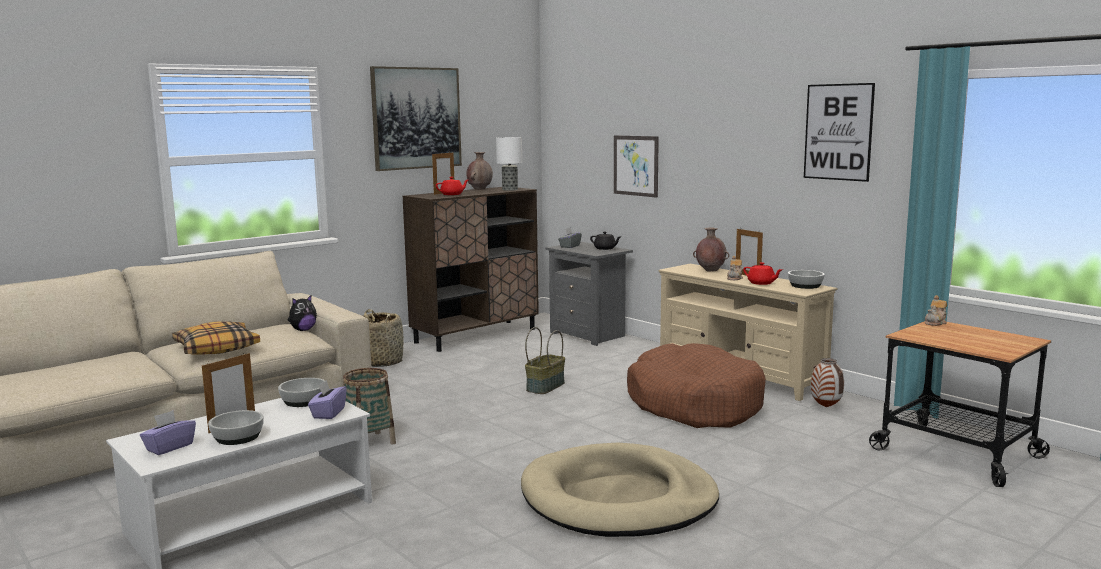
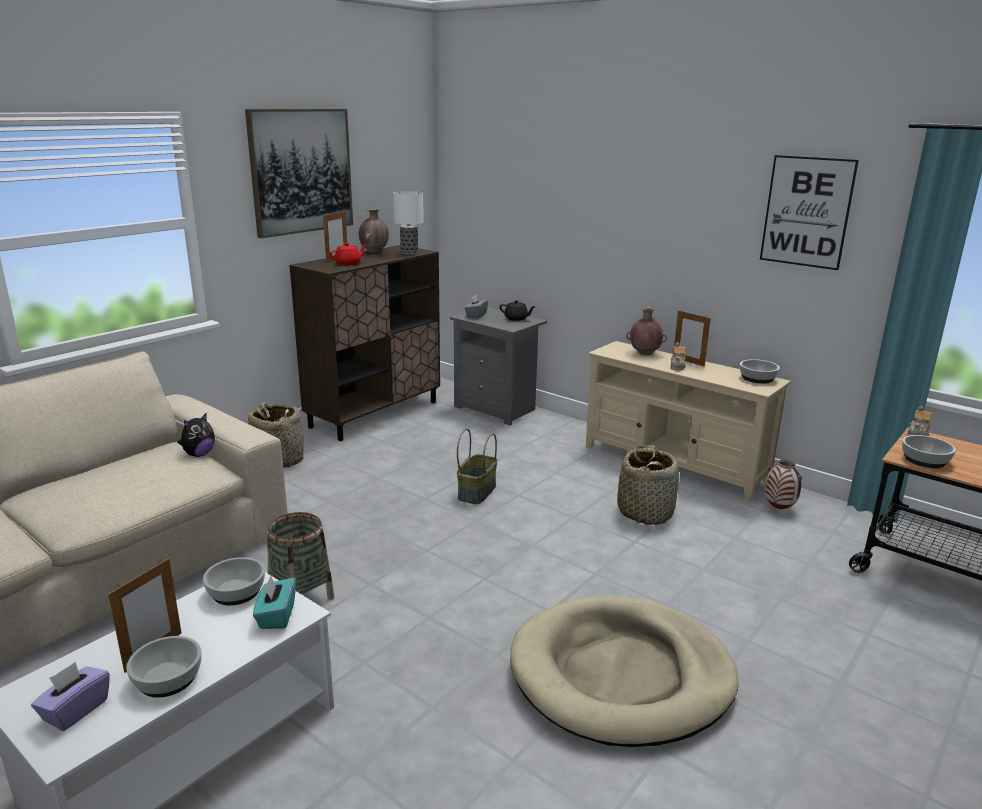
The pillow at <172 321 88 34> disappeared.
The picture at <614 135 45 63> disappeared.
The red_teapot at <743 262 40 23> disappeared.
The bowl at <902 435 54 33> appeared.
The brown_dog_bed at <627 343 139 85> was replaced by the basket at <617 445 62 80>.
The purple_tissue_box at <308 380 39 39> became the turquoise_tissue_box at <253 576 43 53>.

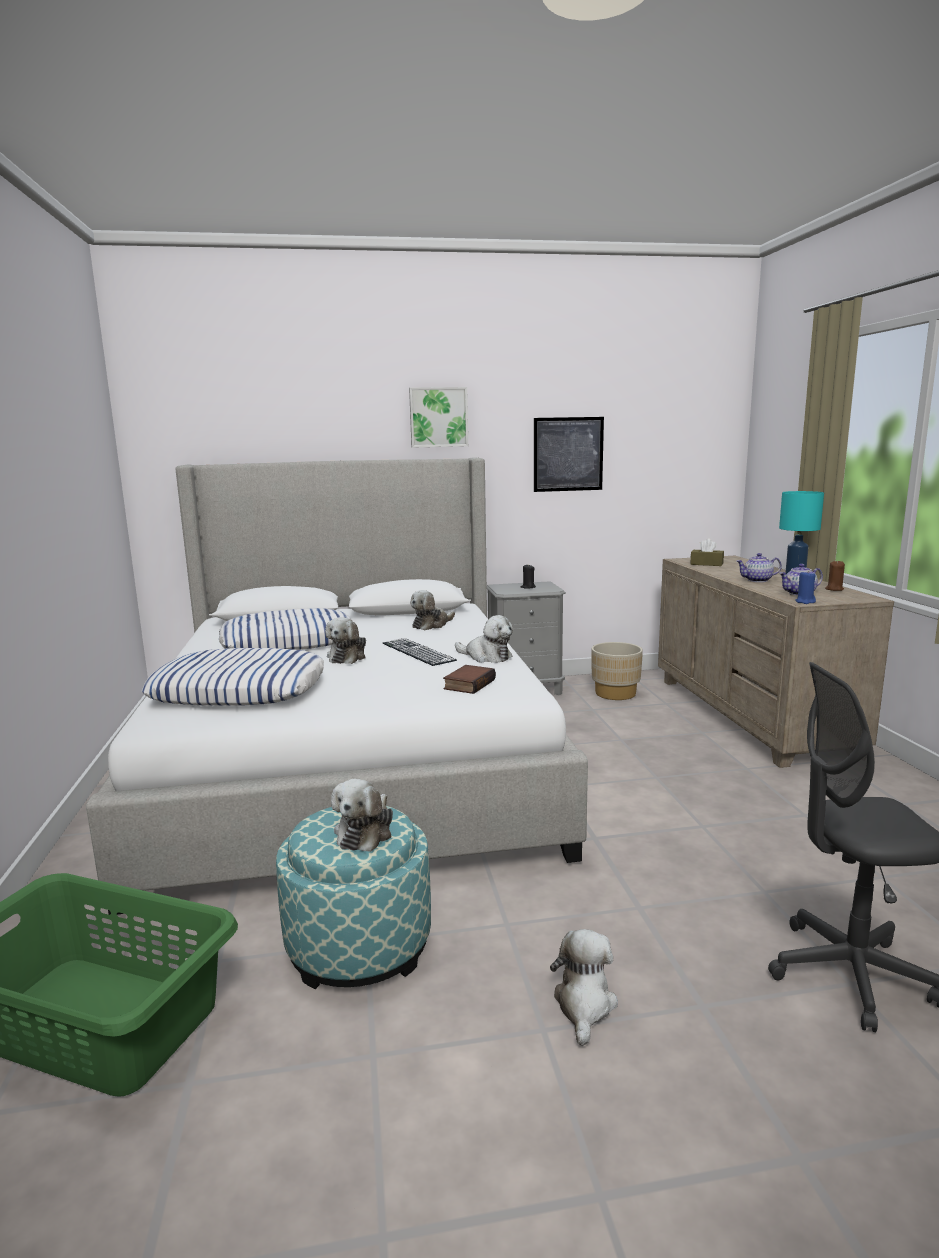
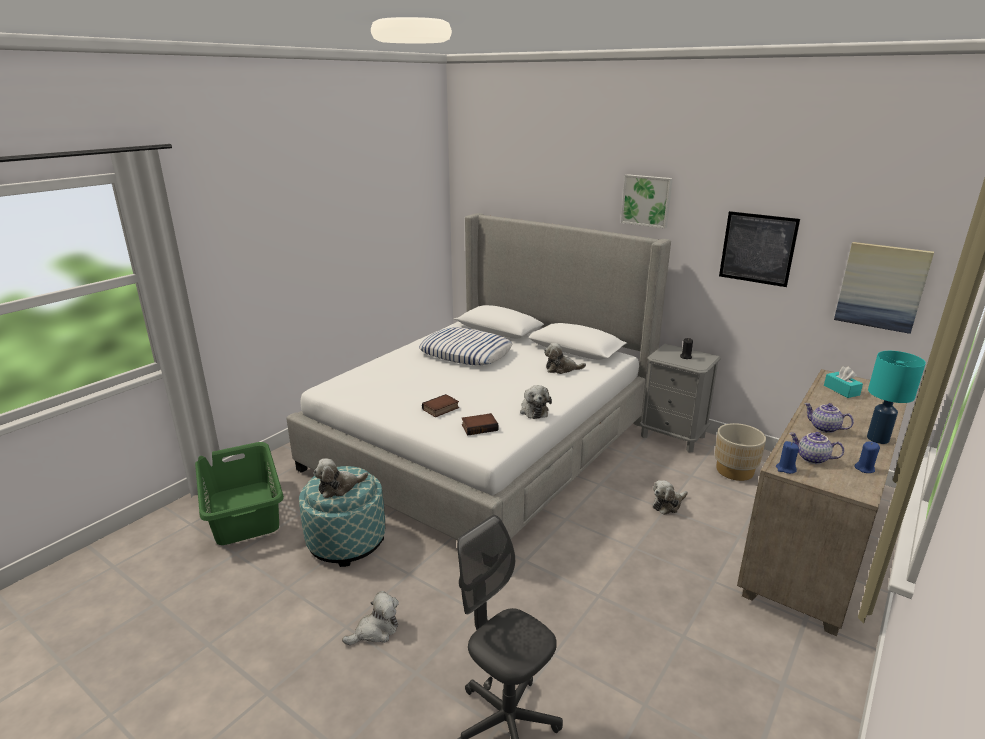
The pillow at <142 648 182 58> disappeared.
The keyboard at <383 638 74 28> disappeared.
The book at <422 394 37 23> appeared.
The picture at <834 242 100 92> appeared.
The plush_toy moved from <325 617 41 47> to <653 480 35 35>.
The brown_tissue_box at <690 538 34 28> became the turquoise_tissue_box at <824 367 39 31>.
The brown_candle at <825 560 20 31> became the blue_candle at <854 441 26 32>.

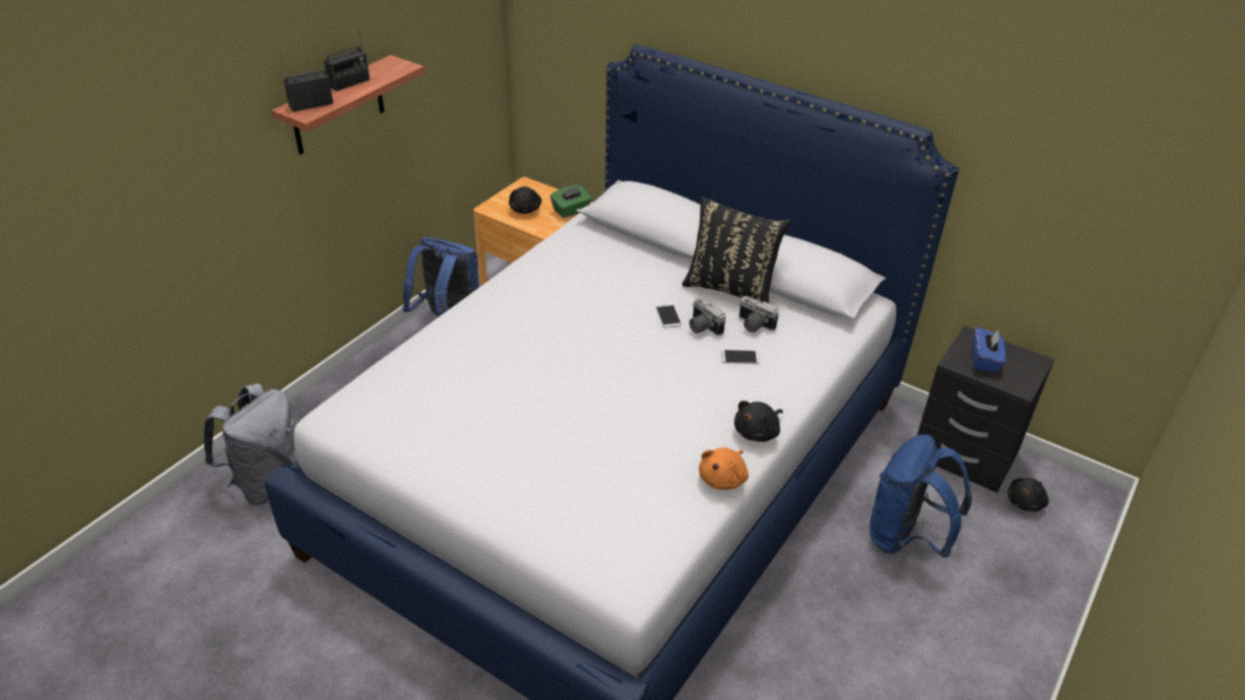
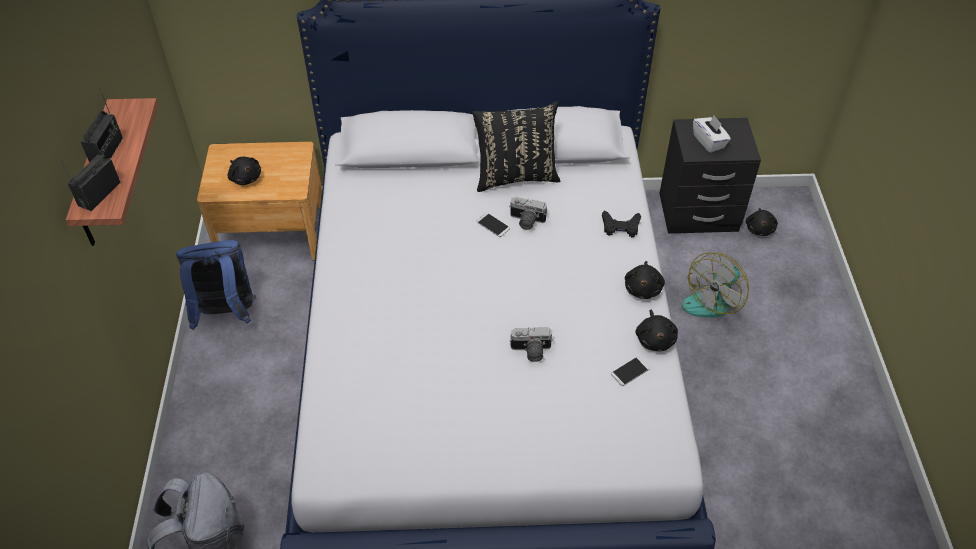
The green_tissue_box at <550 185 42 33> disappeared.
The black_game_controller at <602 210 39 27> appeared.
The phone moved from <721 350 39 14> to <611 357 39 29>.
The photo_camera moved from <738 296 41 37> to <510 327 43 35>.
The blue_backpack at <869 434 103 124> was replaced by the fan at <682 252 67 66>.
The orange_plush_toy at <699 448 50 42> became the black_plush_toy at <635 310 43 41>.
The blue_tissue_box at <972 327 34 46> became the white_tissue_box at <693 115 38 38>.

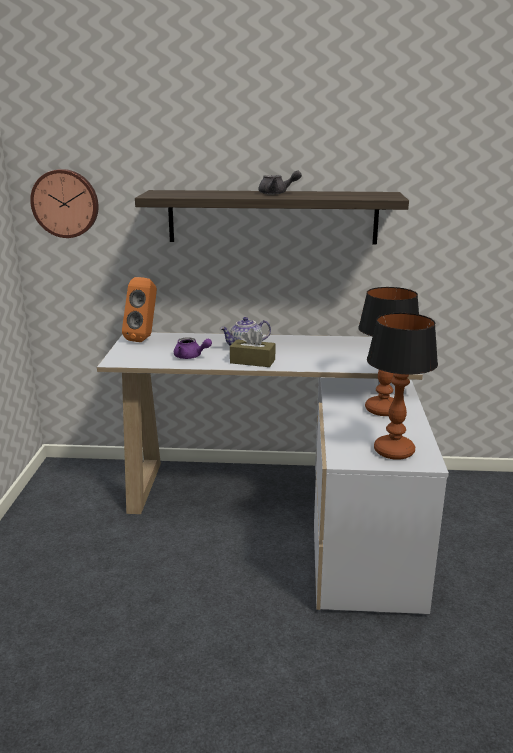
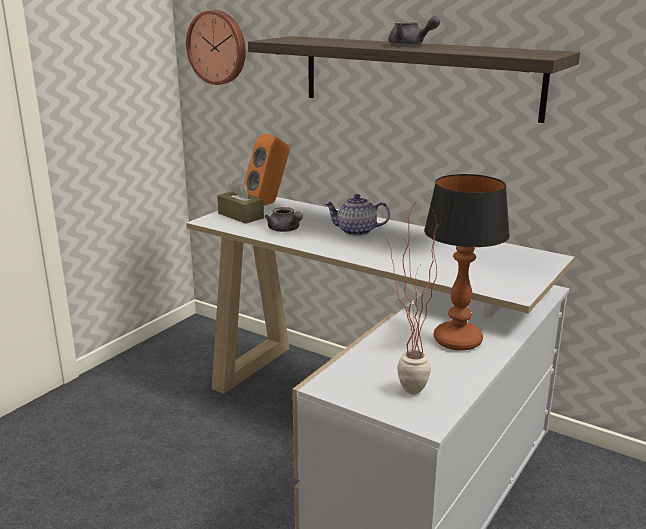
The brown_tissue_box moved from <230 328 45 39> to <217 179 47 45>.
The table_lamp at <367 313 71 147> was replaced by the potted_plant at <386 199 54 195>.
The purple_teapot at <174 337 38 22> became the grey_teapot at <265 207 38 25>.

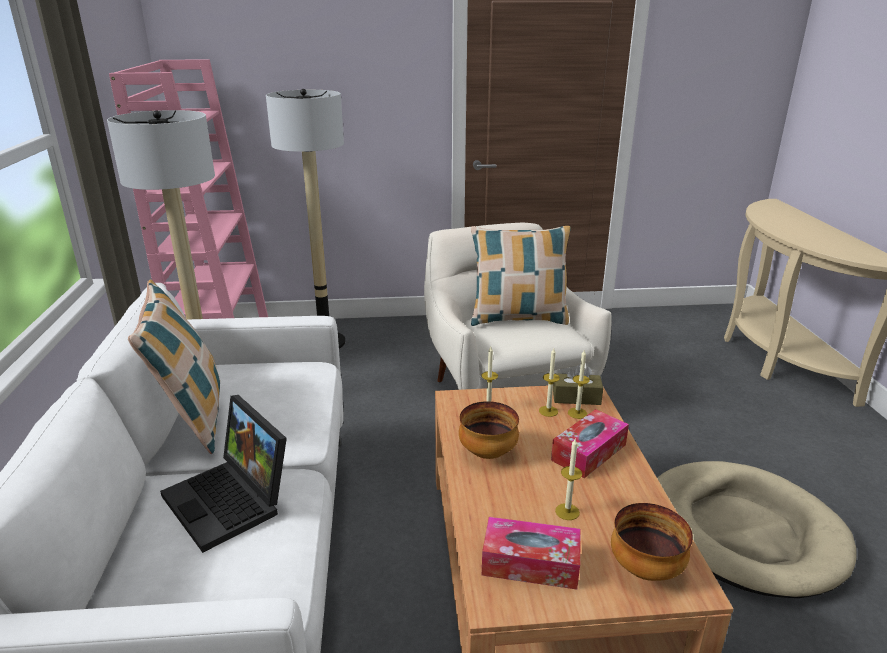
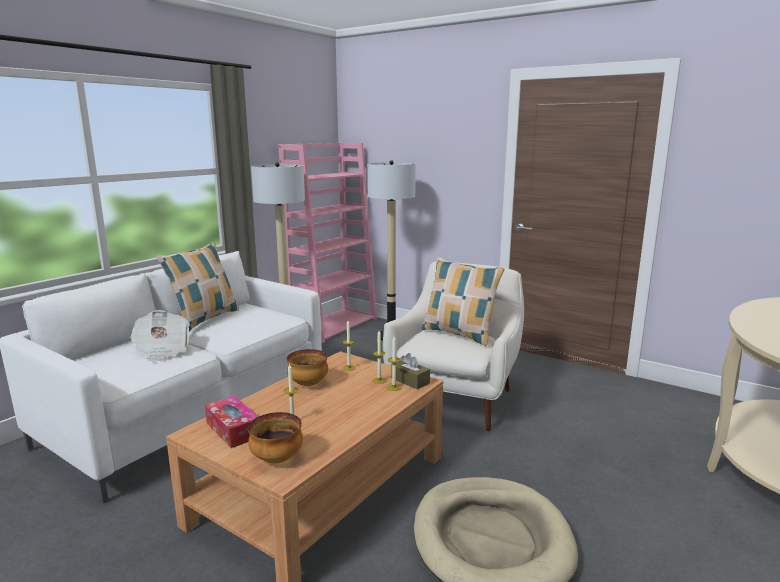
The tissue_box at <551 409 78 69> disappeared.
The laptop at <160 395 127 158> was replaced by the newspaper at <130 310 60 52>.

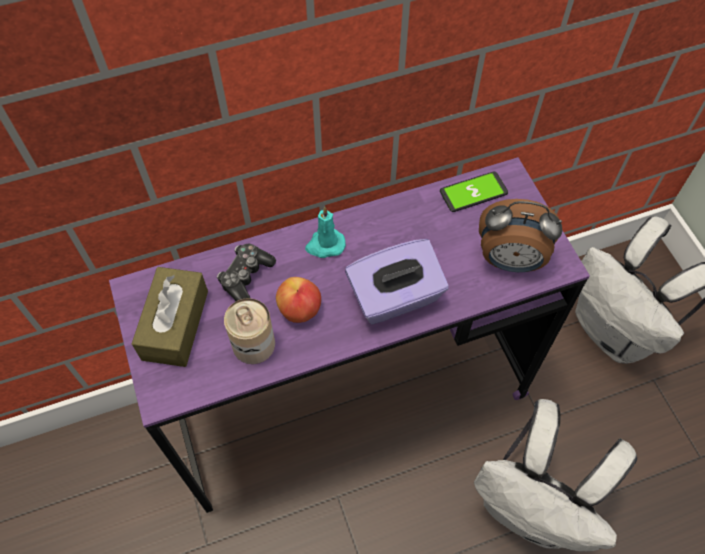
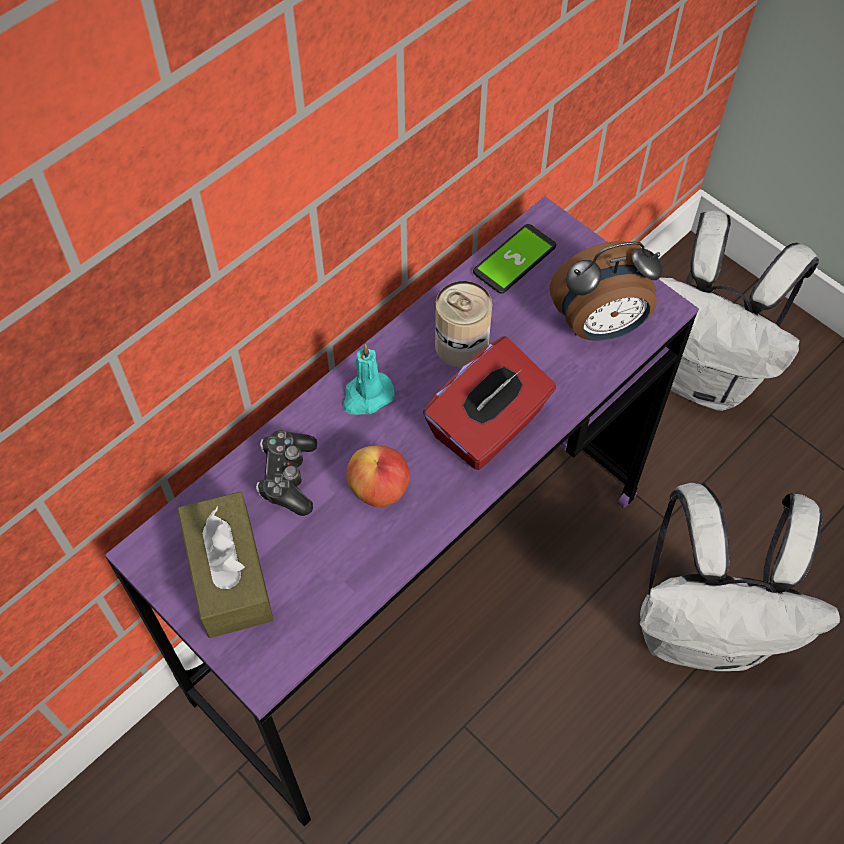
The can moved from <224 298 51 66> to <435 281 57 87>.
The purple_tissue_box at <345 239 104 86> became the red_tissue_box at <423 337 133 133>.

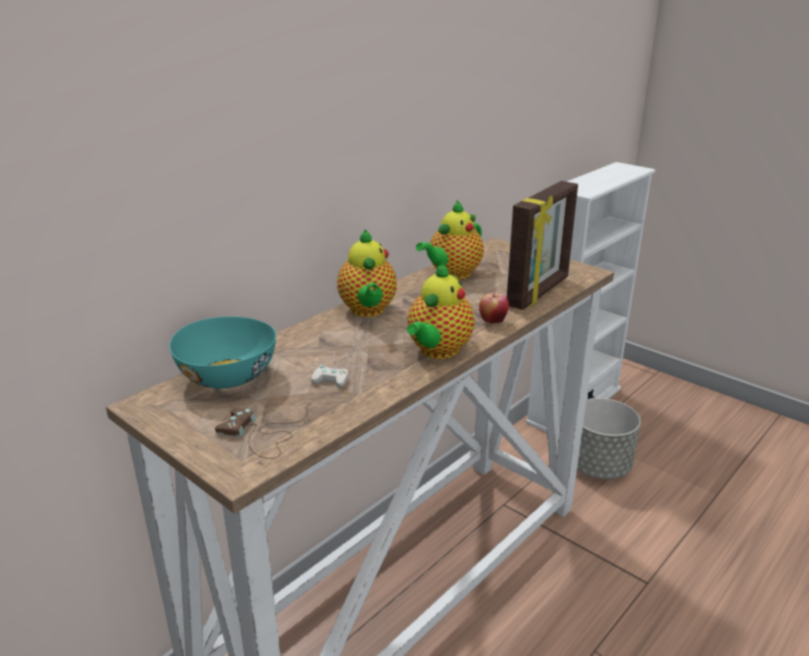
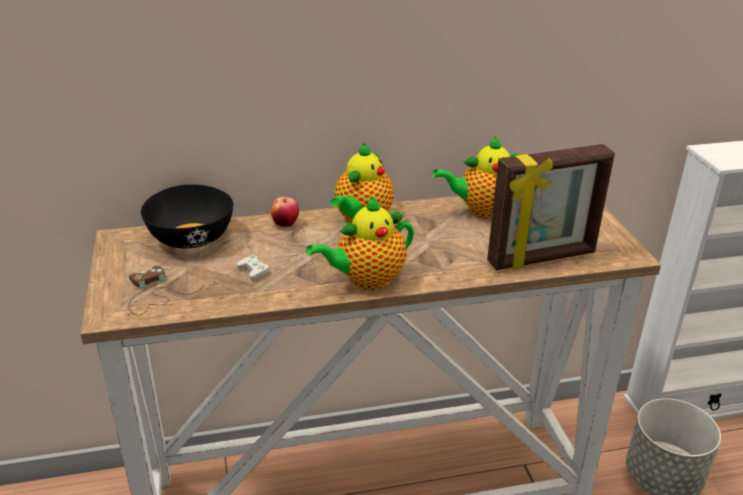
The apple moved from <479 293 30 31> to <271 197 28 30>.
The turquoise_bowl at <169 317 107 72> became the black_bowl at <141 184 92 65>.

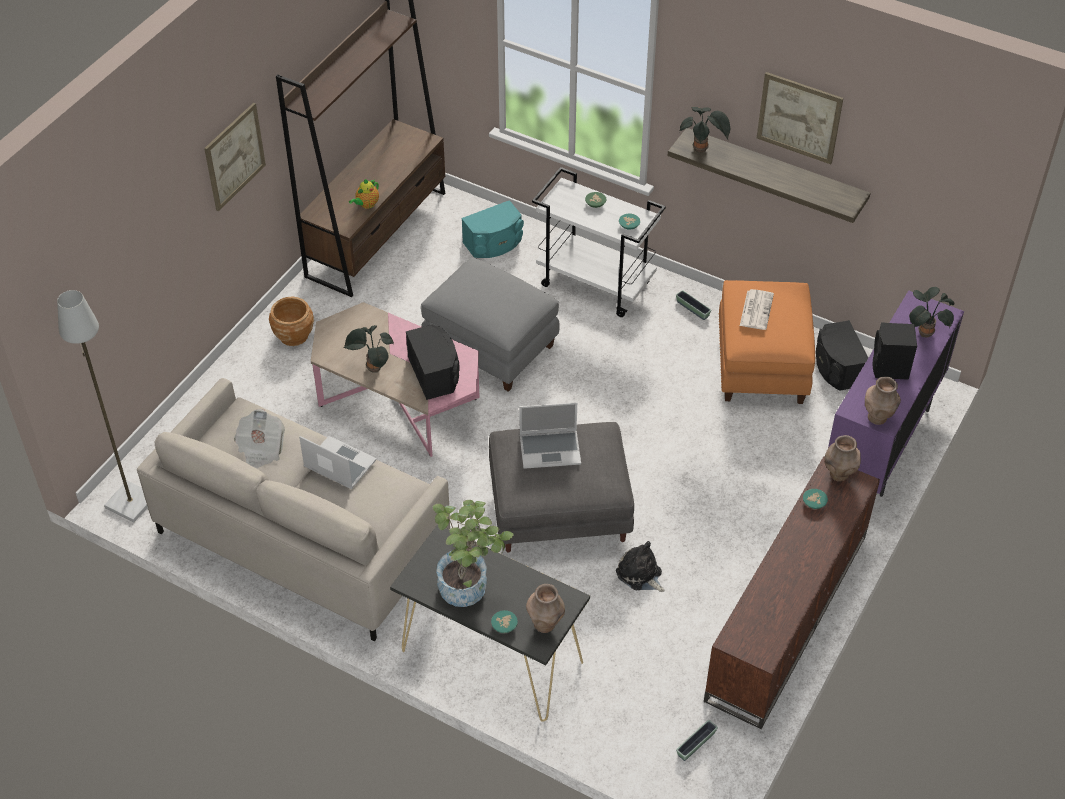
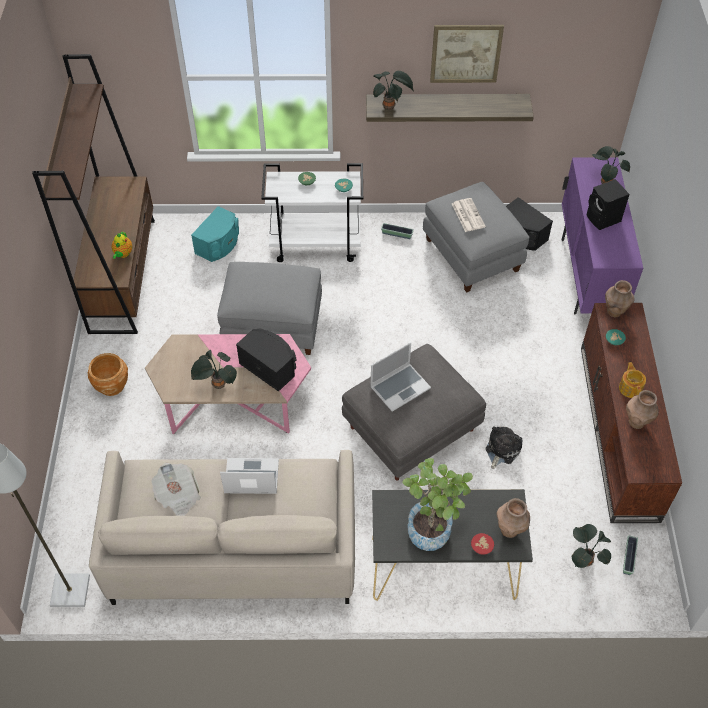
The picture at <204 103 62 108> disappeared.
The potted_plant at <572 524 39 44> appeared.
The teapot at <619 362 27 36> appeared.
The brown_vase moved from <865 377 36 48> to <626 390 33 39>.
The turquoise_bowl at <491 610 27 23> became the red_bowl at <471 533 23 22>.
The orange_ottoman at <719 280 96 124> became the grey_ottoman at <423 182 106 110>.
The plush_toy at <616 541 49 51> turned 105 degrees clockwise.

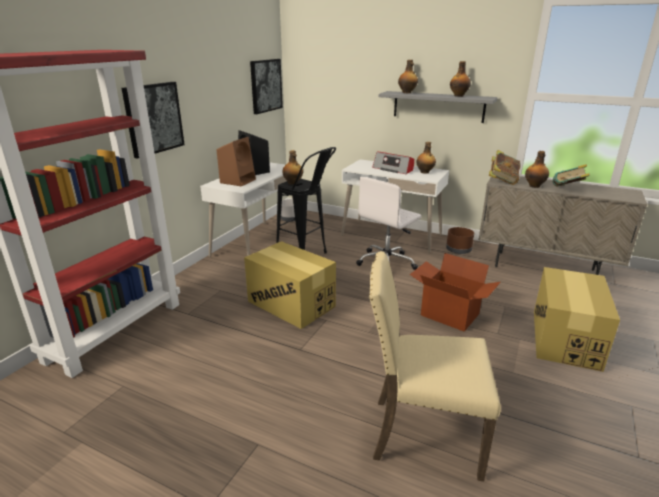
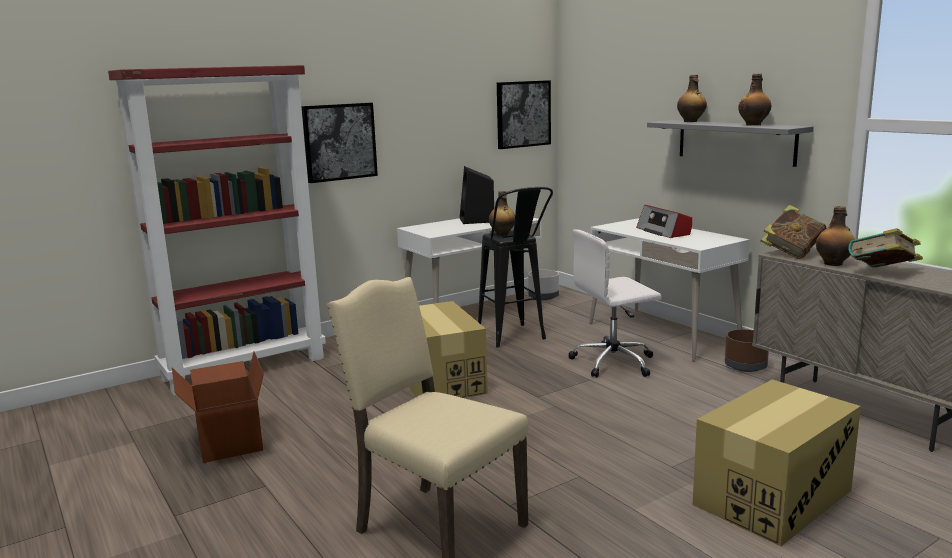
The brown_speaker at <217 137 39 49> disappeared.
The bottle at <416 142 20 32> disappeared.
The cardboard_box moved from <410 253 91 78> to <172 351 92 112>.

